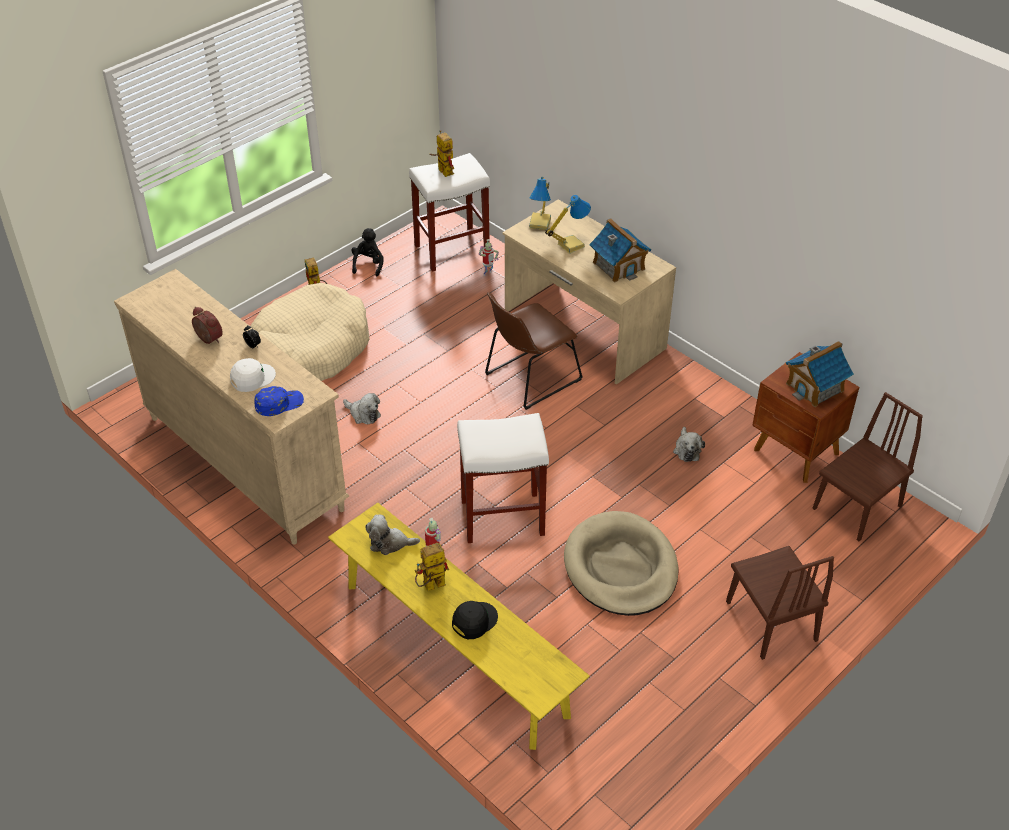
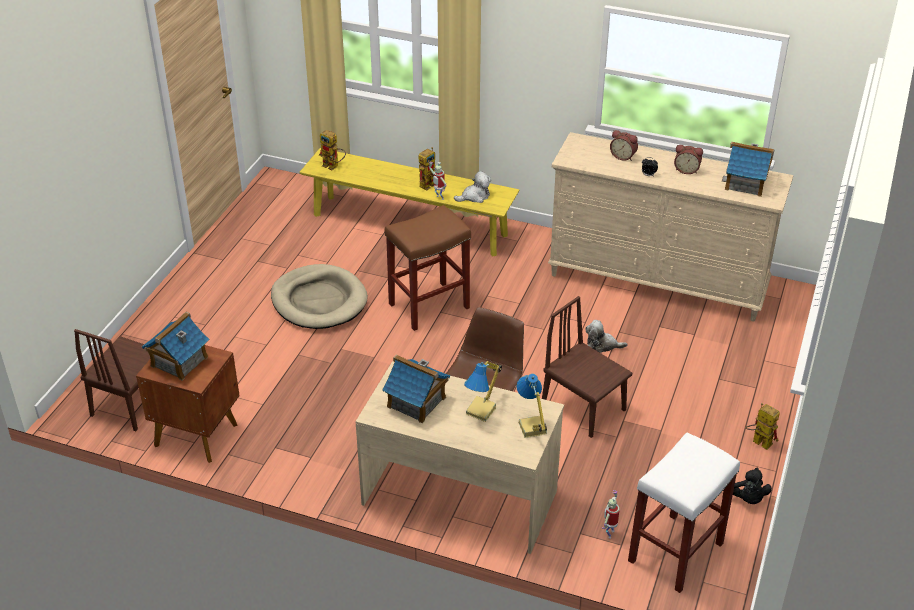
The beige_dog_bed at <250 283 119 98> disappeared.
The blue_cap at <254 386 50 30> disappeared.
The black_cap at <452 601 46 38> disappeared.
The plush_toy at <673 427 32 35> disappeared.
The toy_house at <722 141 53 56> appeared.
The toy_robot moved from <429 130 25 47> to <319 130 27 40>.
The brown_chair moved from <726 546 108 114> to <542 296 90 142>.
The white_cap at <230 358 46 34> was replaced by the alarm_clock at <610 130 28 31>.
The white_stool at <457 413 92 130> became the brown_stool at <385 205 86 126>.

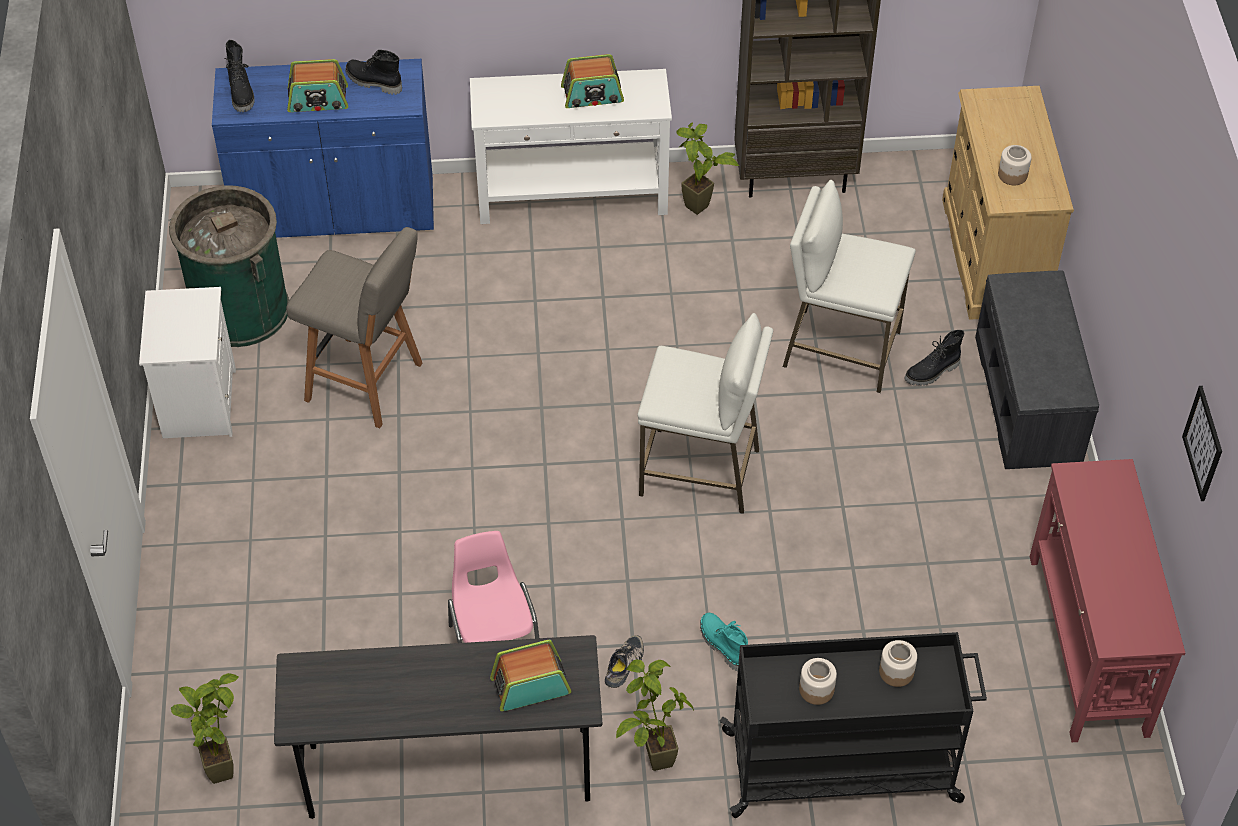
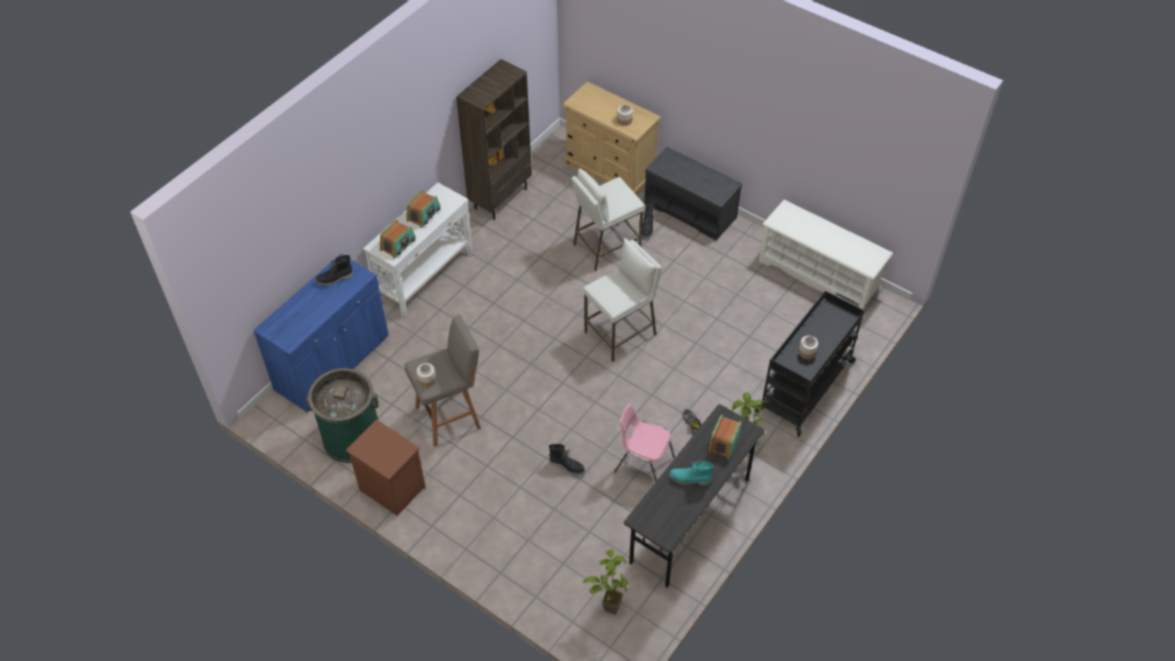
The potted_plant at <676 122 63 93> disappeared.
The picture at <1182 386 40 115> disappeared.
The black_boot moved from <225 40 30 72> to <549 444 36 31>.
The radio moved from <287 59 61 53> to <380 219 36 40>.
The turquoise_boot moved from <700 613 48 58> to <669 461 45 24>.
The jar moved from <879 640 38 47> to <417 363 19 24>.
The red_console_table at <1030 459 155 283> was replaced by the white_shoe_rack at <759 200 134 109>.
The white_nightstand at <139 287 97 151> became the brown_nightstand at <346 419 80 97>.

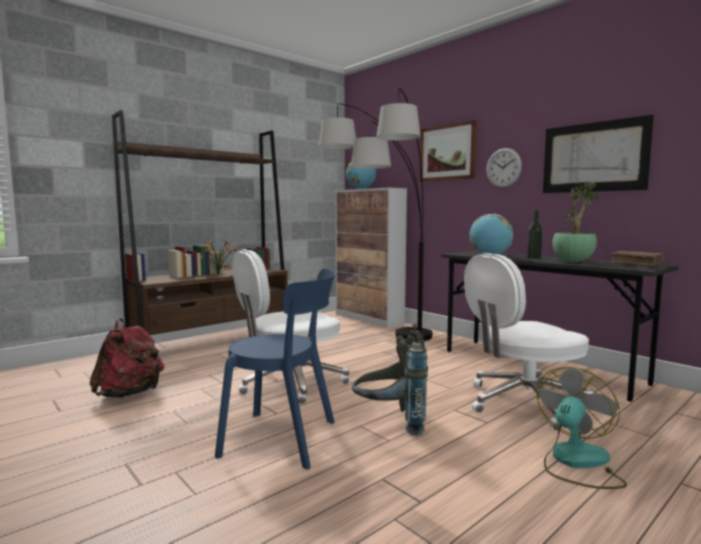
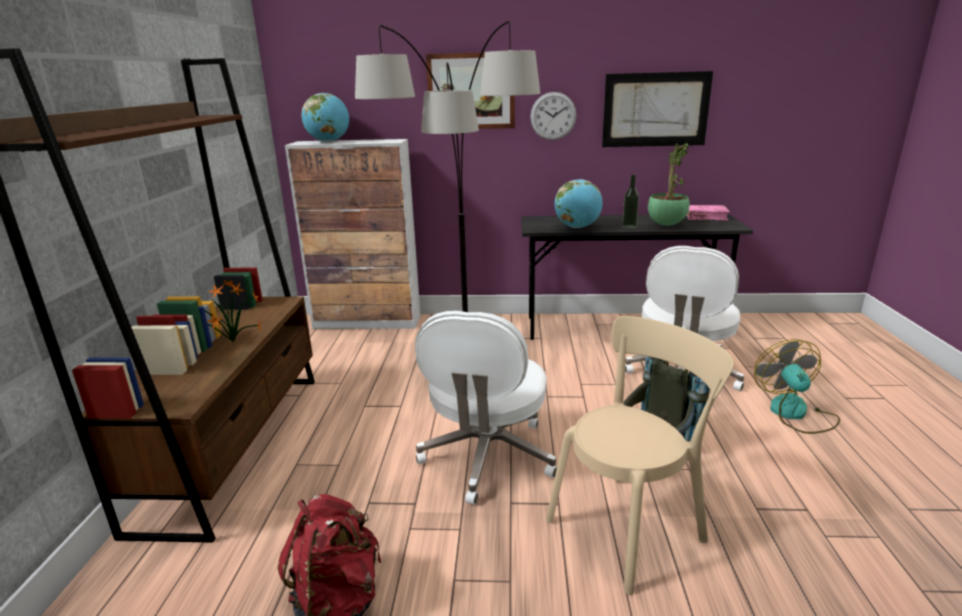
The blue_chair at <215 268 121 201> became the beige_chair at <546 316 188 279>.
The brown_book at <609 251 56 16> became the pink_book at <687 205 43 16>.

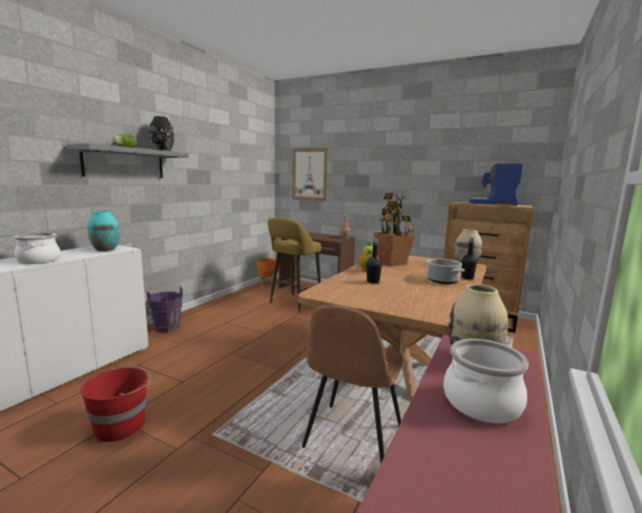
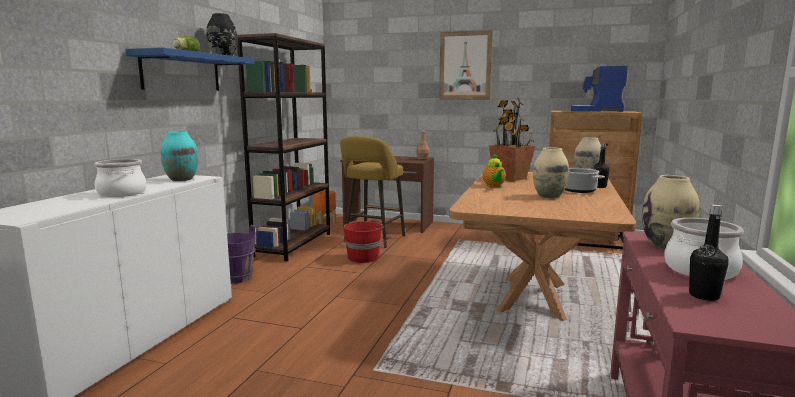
The brown_chair at <302 304 101 158> disappeared.
The brown_bookcase at <237 33 93 228> appeared.
The beige_vase at <533 147 36 51> appeared.
The red_bucket moved from <80 366 71 76> to <343 221 41 42>.
The picture moved from <292 148 36 53> to <439 30 54 70>.
The black_bottle moved from <366 238 16 46> to <689 204 40 97>.
The grey_shelf at <66 143 123 35> became the blue_shelf at <125 47 129 44>.

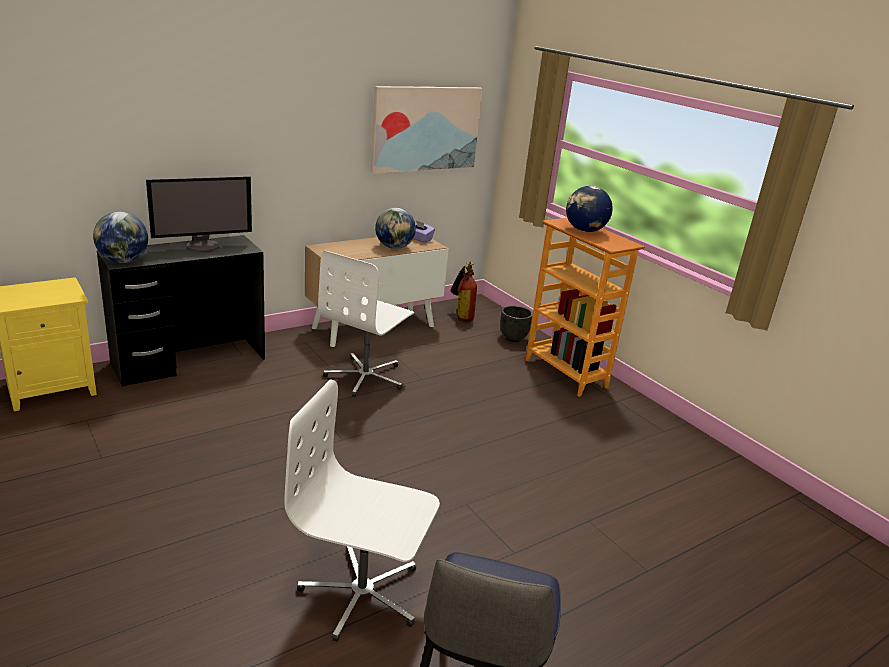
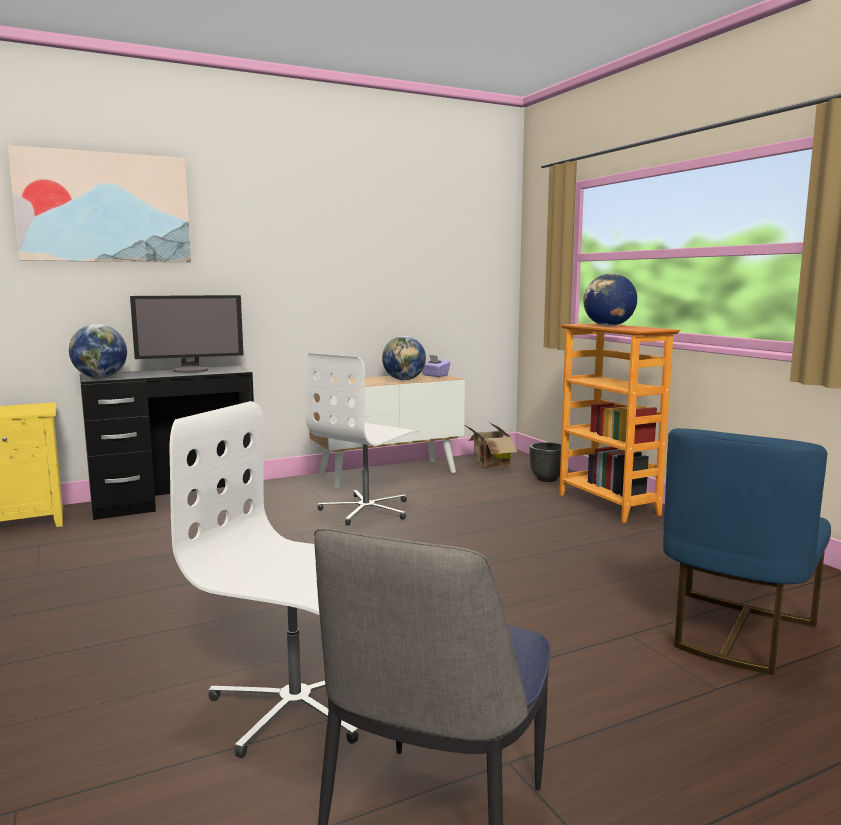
The blue_chair at <663 428 168 247> appeared.
The picture moved from <371 86 112 88> to <7 145 184 117>.
The fire_extinguisher at <450 262 27 60> was replaced by the cardboard_box at <465 422 52 46>.

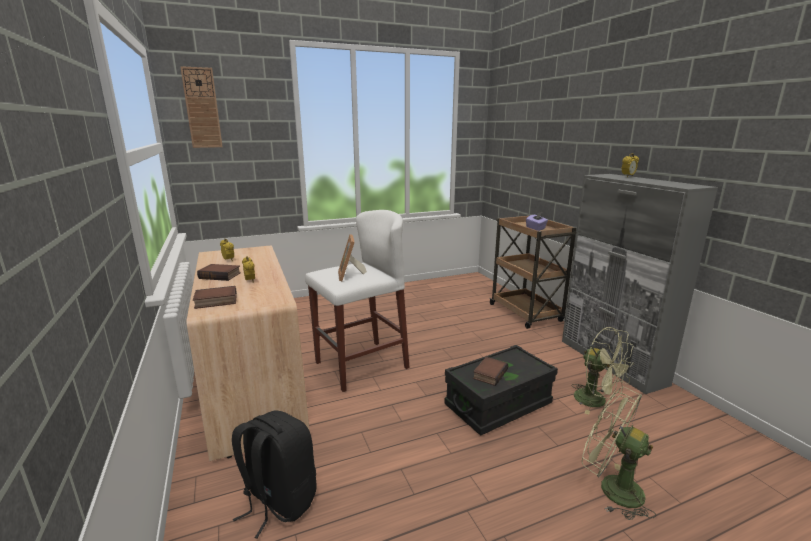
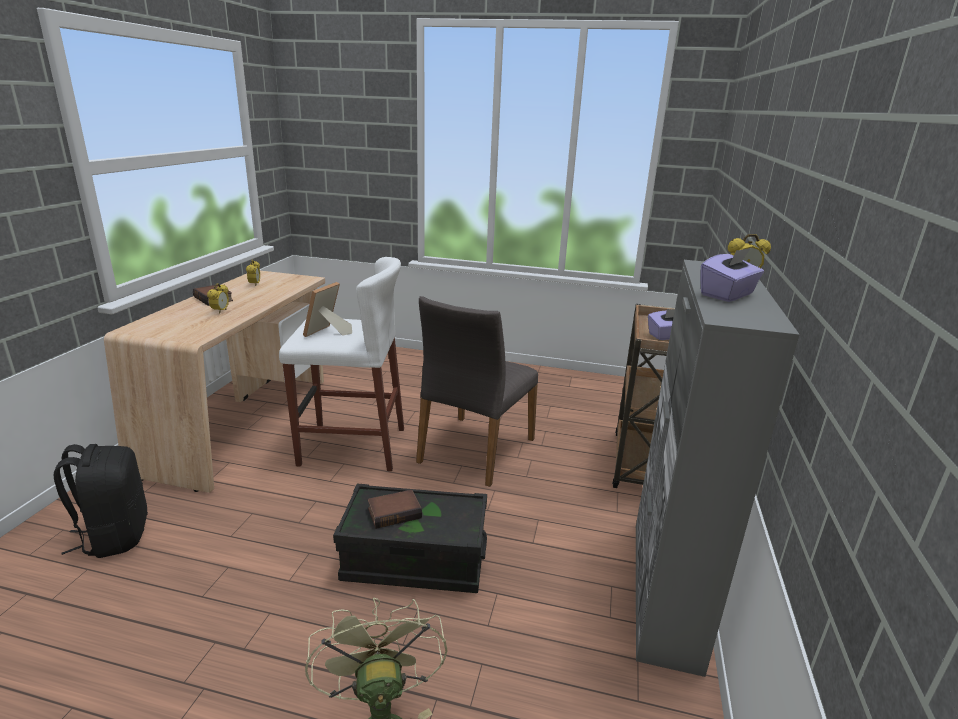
The wall_clock at <180 66 43 82> disappeared.
The book at <193 286 44 23> disappeared.
The green_fan at <571 327 64 88> disappeared.
The grey_chair at <416 296 122 191> appeared.
The purple_tissue_box at <700 247 64 55> appeared.

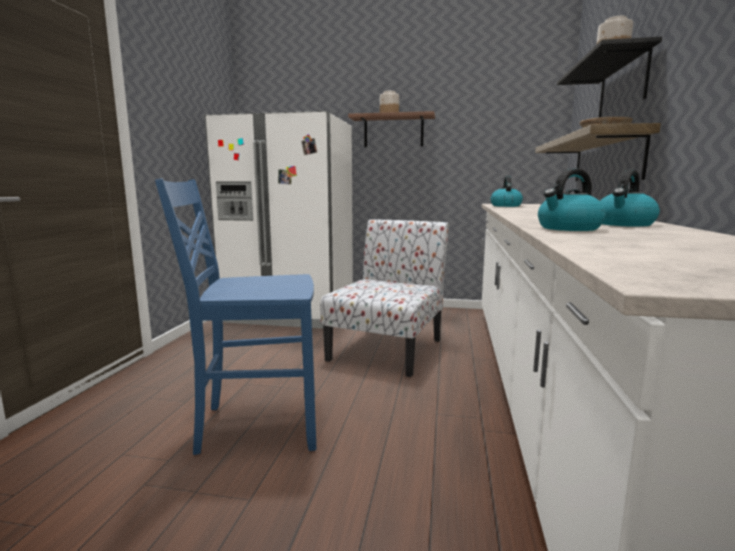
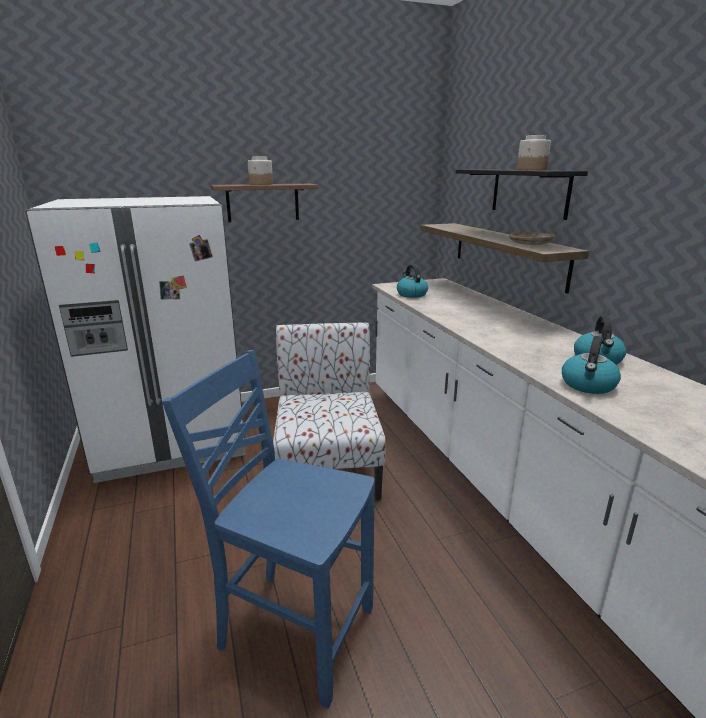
The blue_chair at <155 178 161 277> turned 60 degrees clockwise.

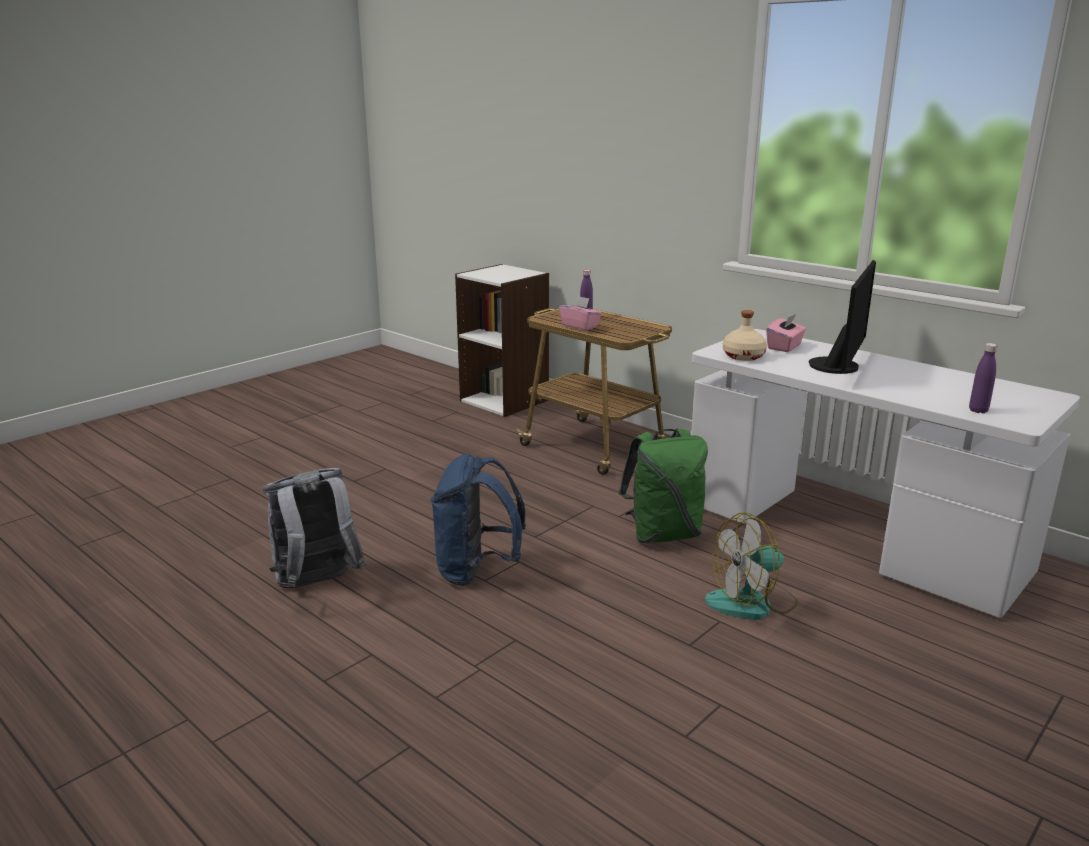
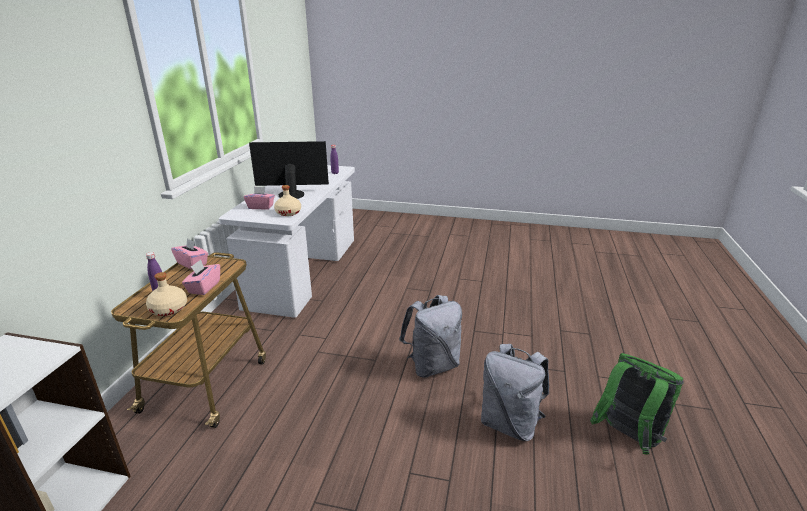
The fan at <705 512 93 108> disappeared.
The beige_bottle at <146 272 41 44> appeared.
The pink_tissue_box at <171 238 37 32> appeared.
The green_backpack moved from <619 428 89 115> to <590 353 94 102>.
The blue_backpack at <431 454 95 132> became the grey_backpack at <399 295 63 83>.

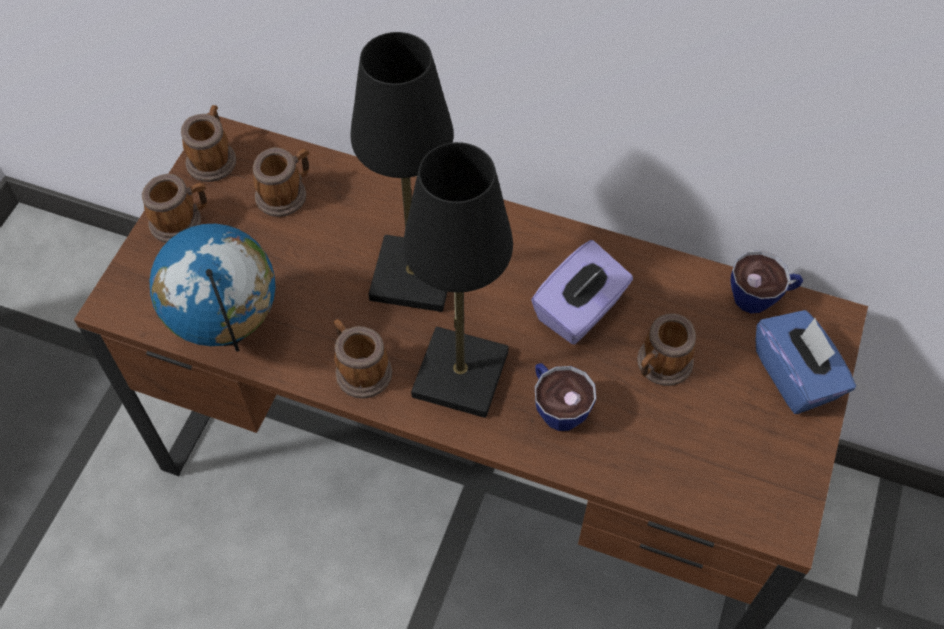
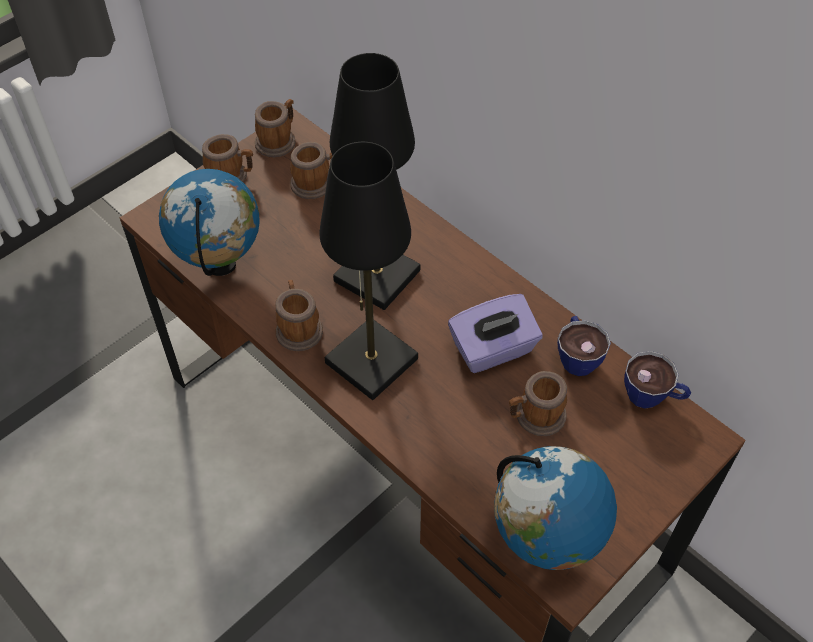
The blue_tissue_box at <755 310 101 104> disappeared.
The globe at <494 446 123 124> appeared.
The cup moved from <535 363 61 68> to <557 316 54 60>.

